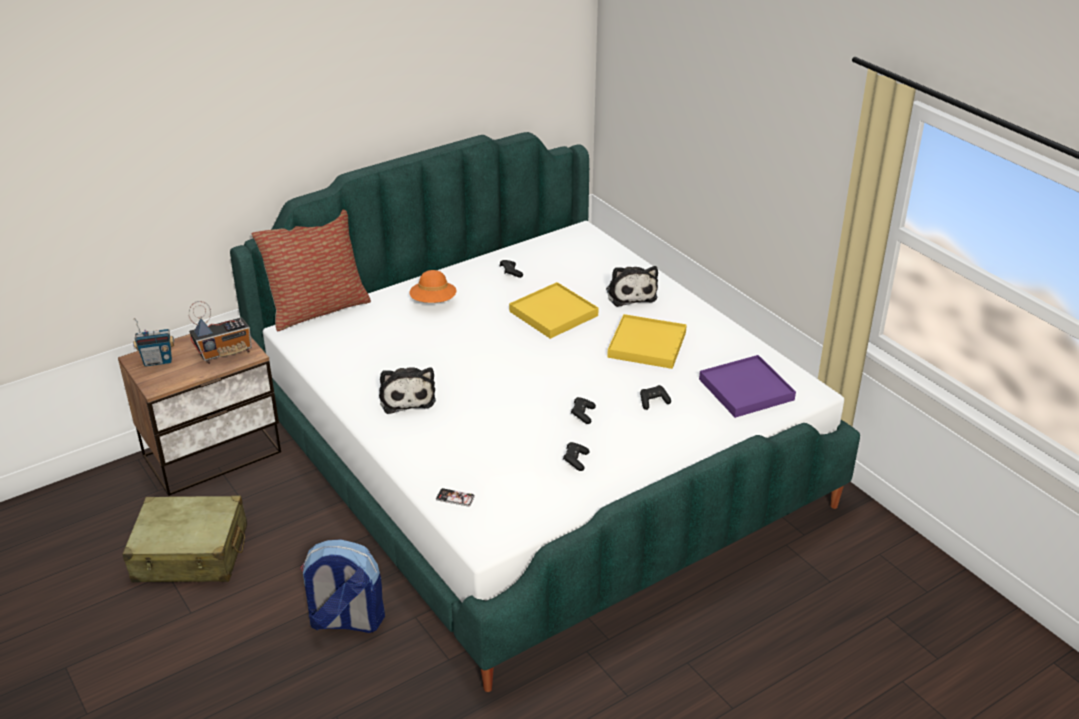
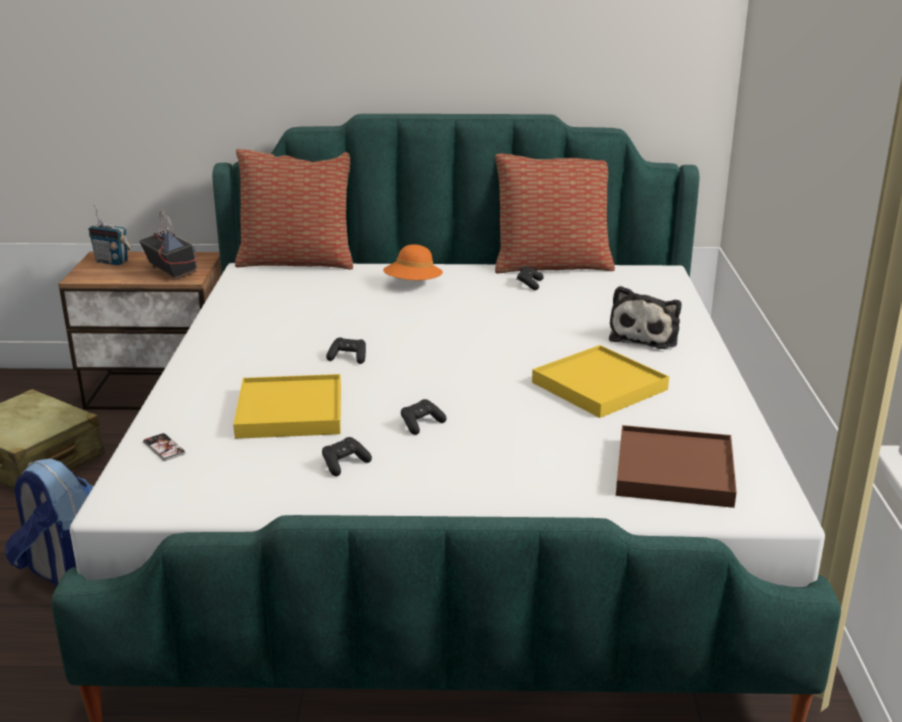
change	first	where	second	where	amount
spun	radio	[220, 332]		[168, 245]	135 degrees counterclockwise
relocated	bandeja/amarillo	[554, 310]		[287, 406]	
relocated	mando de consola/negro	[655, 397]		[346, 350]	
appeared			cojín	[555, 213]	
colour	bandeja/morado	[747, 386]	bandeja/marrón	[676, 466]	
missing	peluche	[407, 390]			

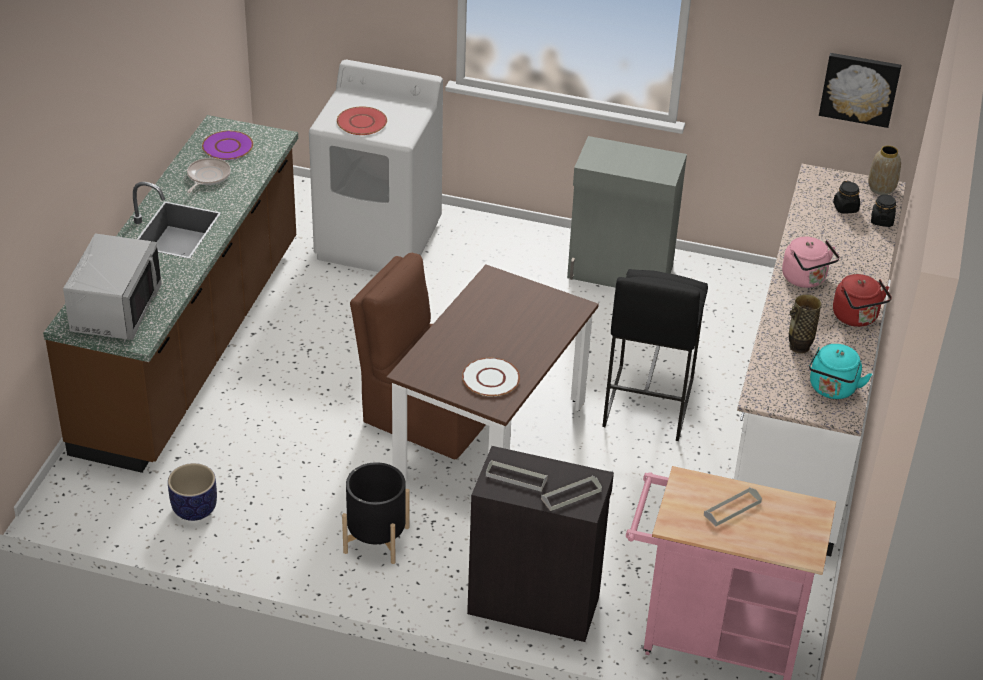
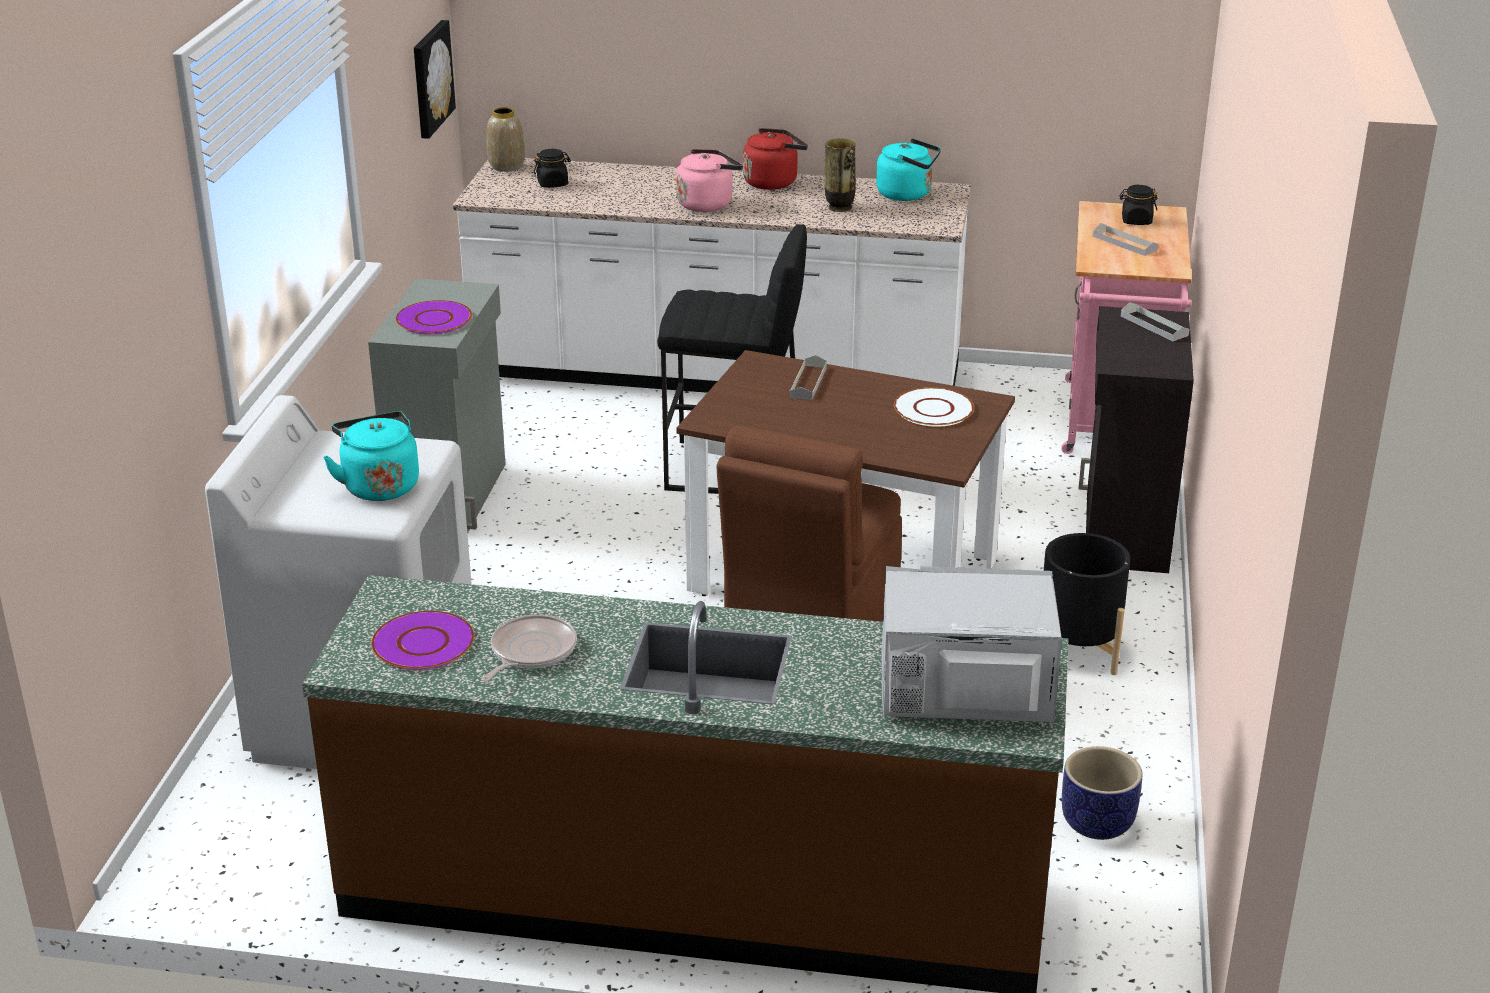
change	first	where	second	where	amount
exchanged	plato/rojo	[362, 120]	hervidor/turquesa	[371, 456]	
appeared			plato/morado	[434, 317]	
spun	sartén	[209, 175]		[529, 648]	105 degrees clockwise
relocated	bandeja/gris	[517, 476]		[808, 377]	
relocated	tarro/negro	[883, 210]		[1138, 205]	

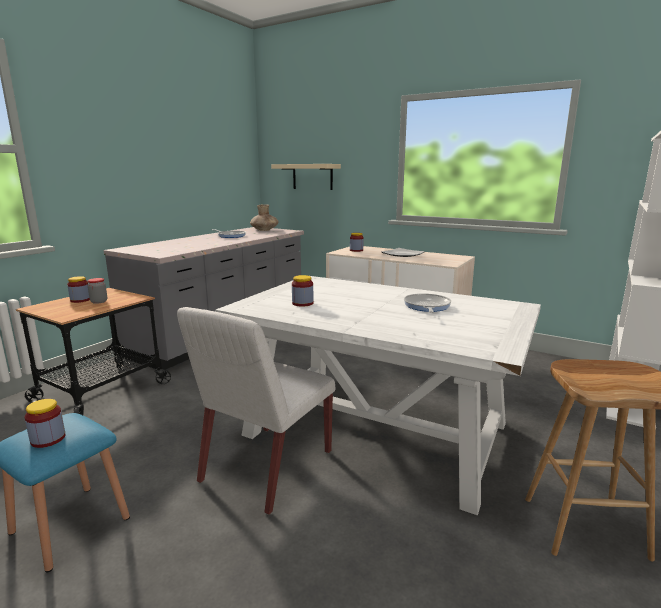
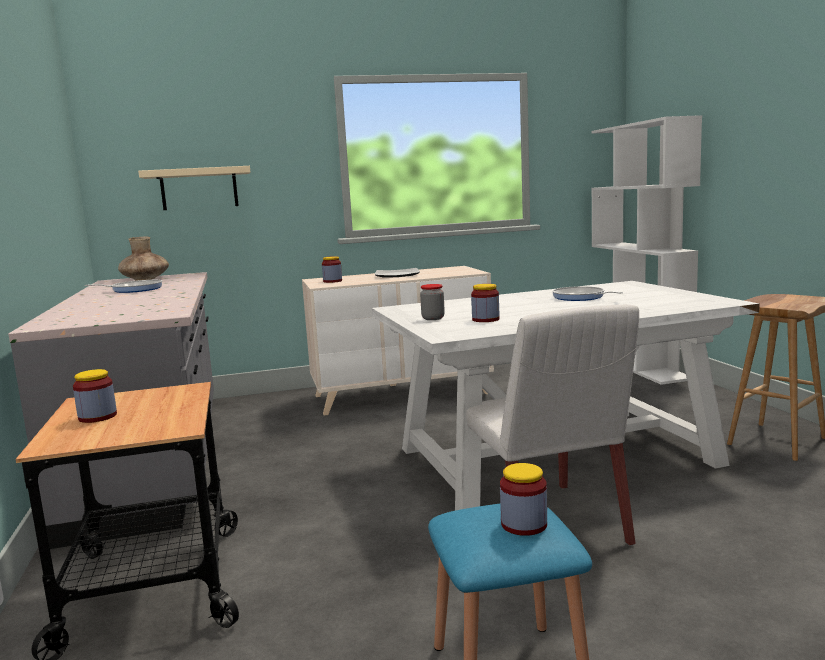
change	first	where	second	where	amount
relocated	tarro	[97, 291]		[432, 302]	

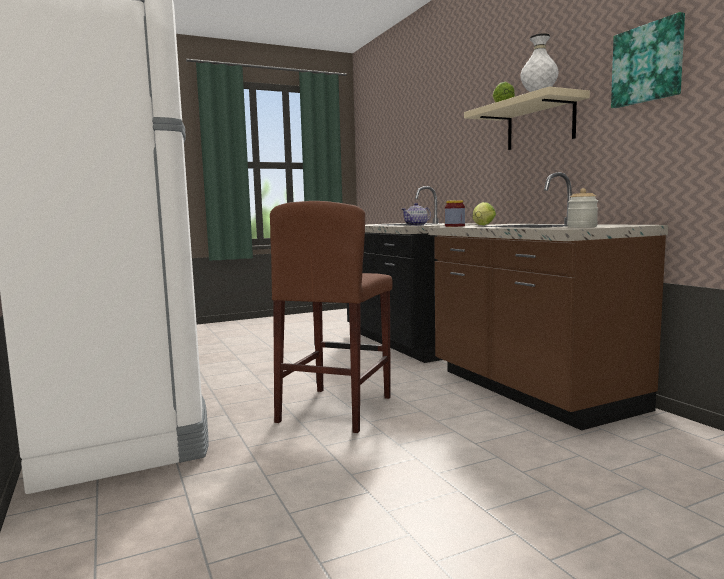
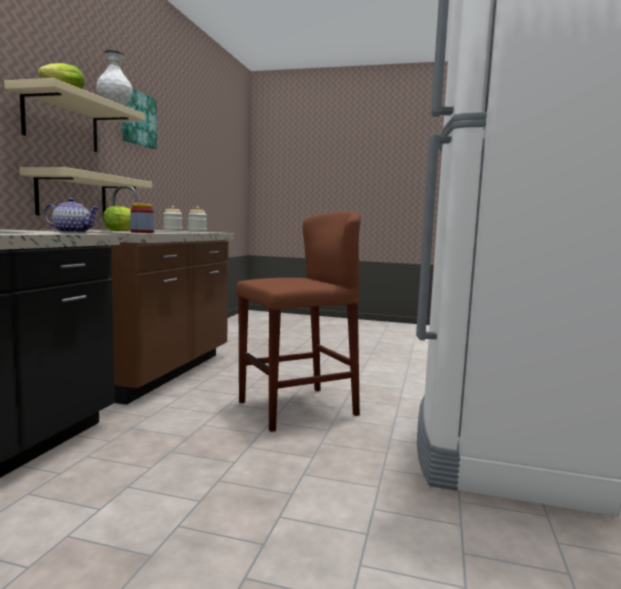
change	first	where	second	where	amount
appeared			estante/beis	[85, 191]	
appeared			tarro	[172, 218]	

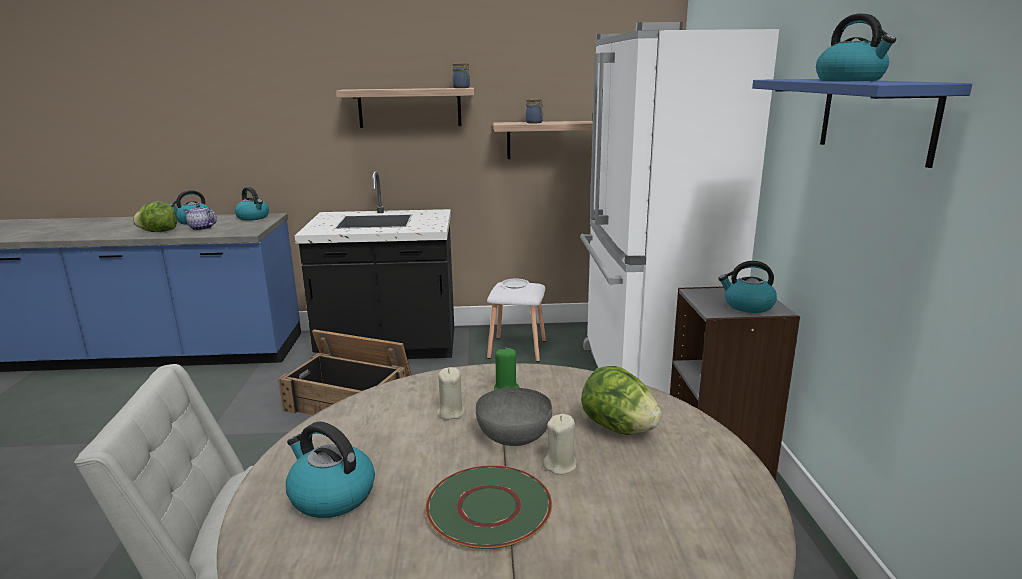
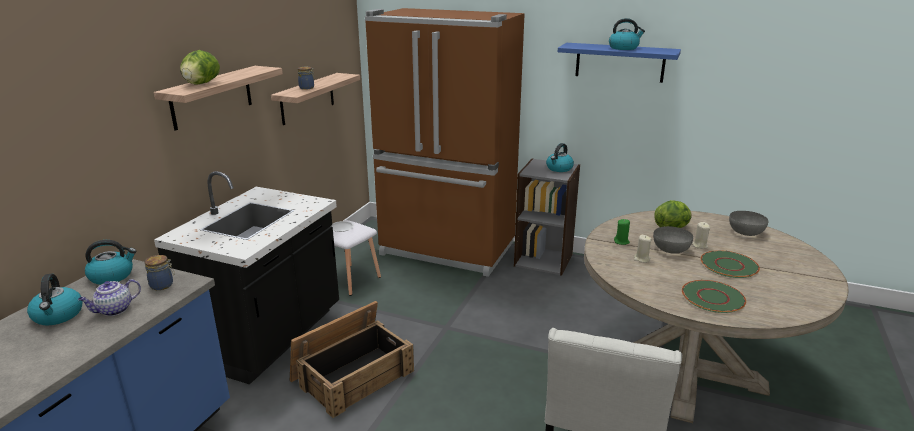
change	first	where	second	where	amount
relocated	tarro	[461, 75]		[159, 272]	
relocated	lechuga	[155, 216]		[200, 67]	
colour	nevera/blanco	[679, 208]	nevera/marrón	[445, 142]	
exchanged	hervidor	[330, 469]	plato/verde	[714, 296]	
appeared			cuenco/gris	[748, 223]	

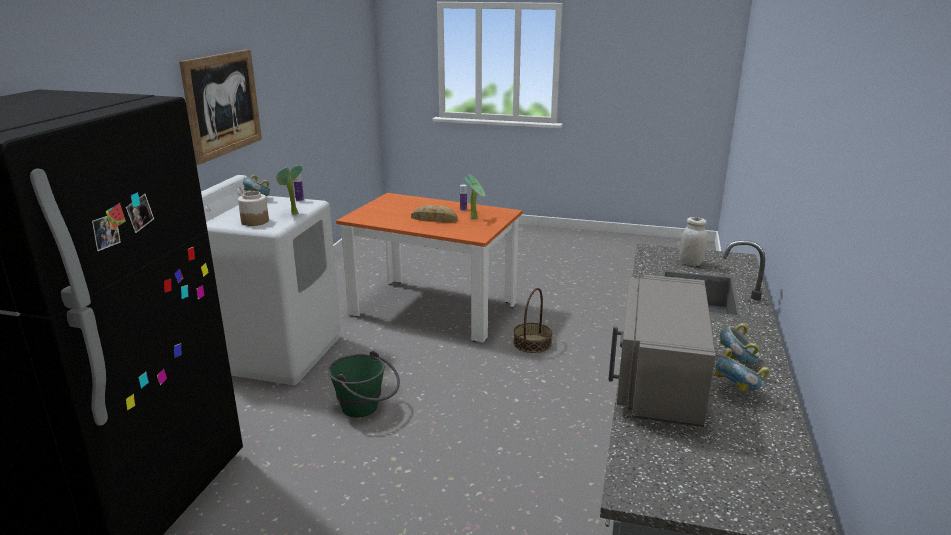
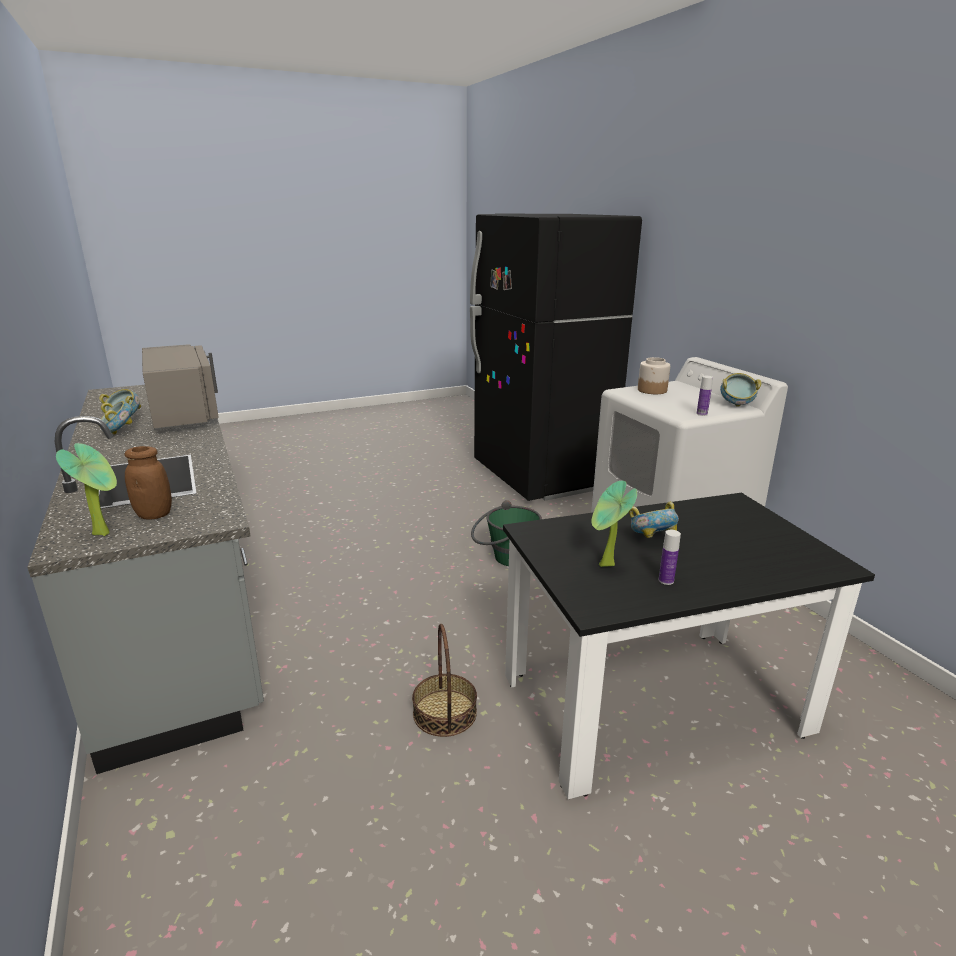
change	first	where	second	where	amount
relocated	planta en maceta	[289, 190]		[86, 489]	
colour	tarro/blanco	[694, 241]	tarro/marrón	[148, 483]	
colour	mesa de comedor/naranja	[429, 267]	mesa de comedor/negro	[689, 646]	
exchanged	pan	[434, 214]	cuenco	[654, 520]	
missing	cuadro	[220, 107]			

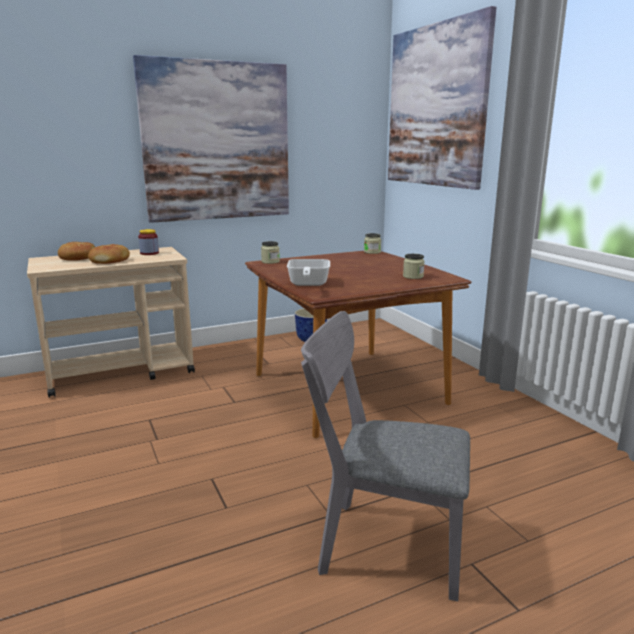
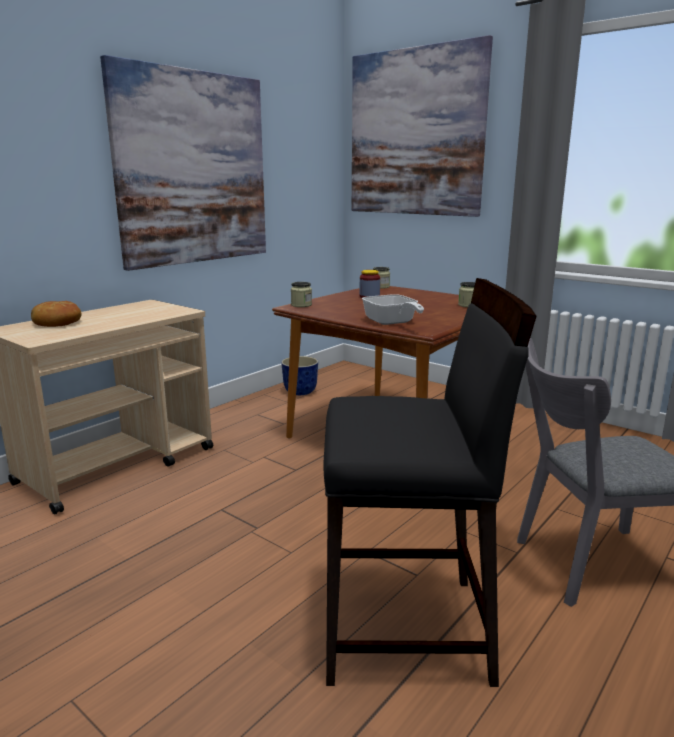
change	first	where	second	where	amount
appeared			taburete/negro	[429, 482]	
relocated	tarro	[148, 242]		[369, 284]	
missing	pan	[109, 254]			

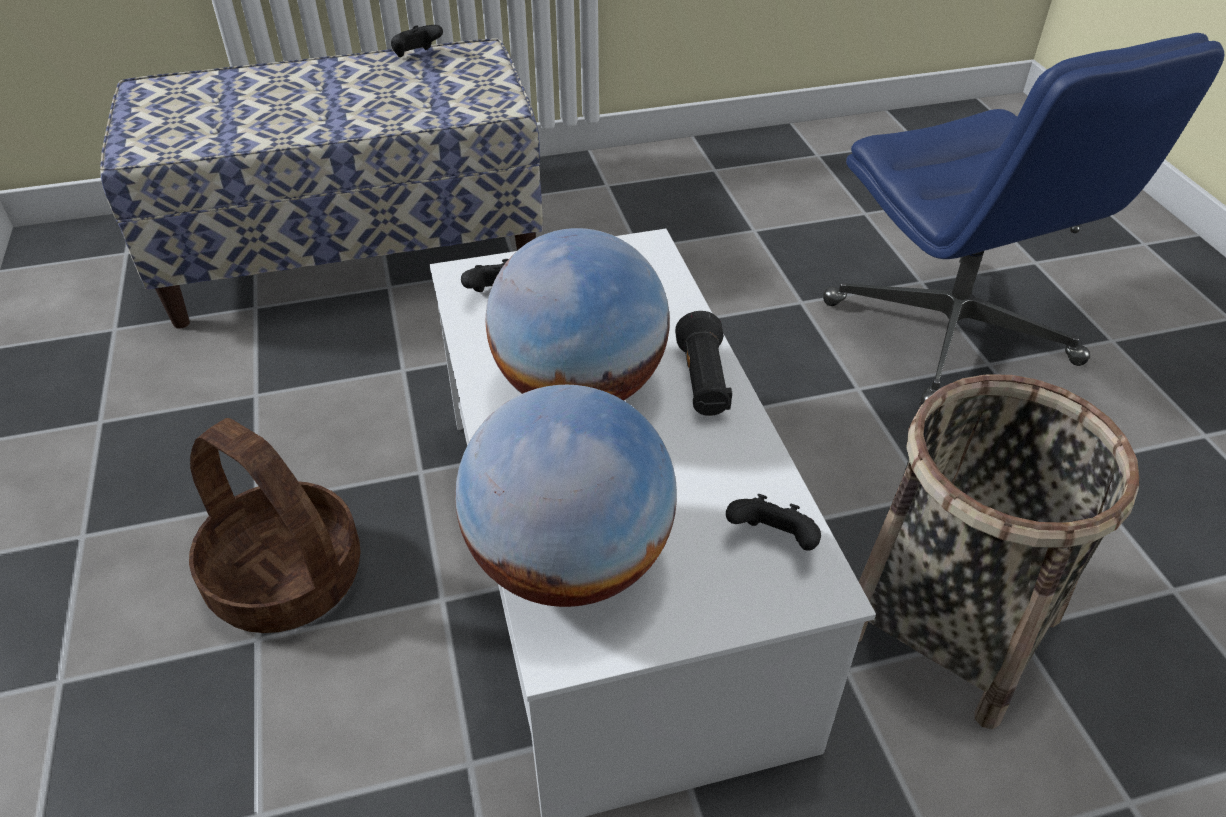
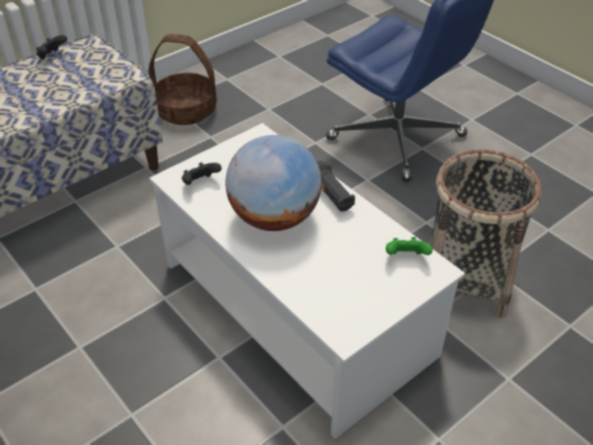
change	first	where	second	where	amount
relocated	cesta	[275, 525]		[182, 79]	
colour	mando de consola/negro	[773, 522]	mando de consola/verde	[409, 246]	
missing	globo terráqueo	[566, 496]			

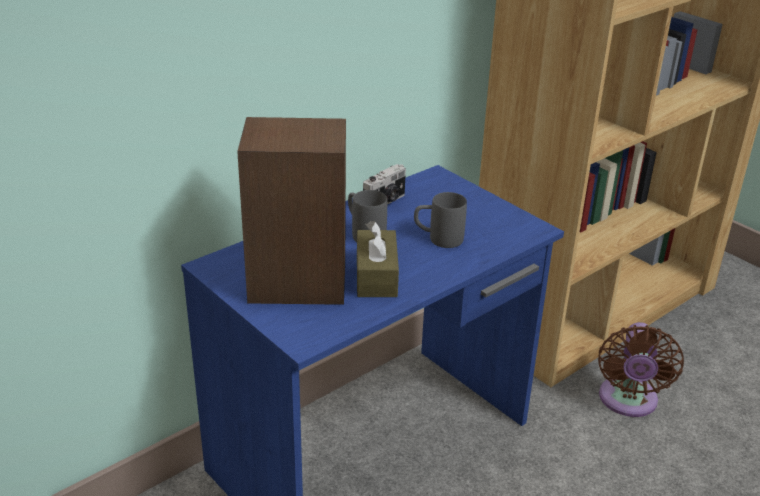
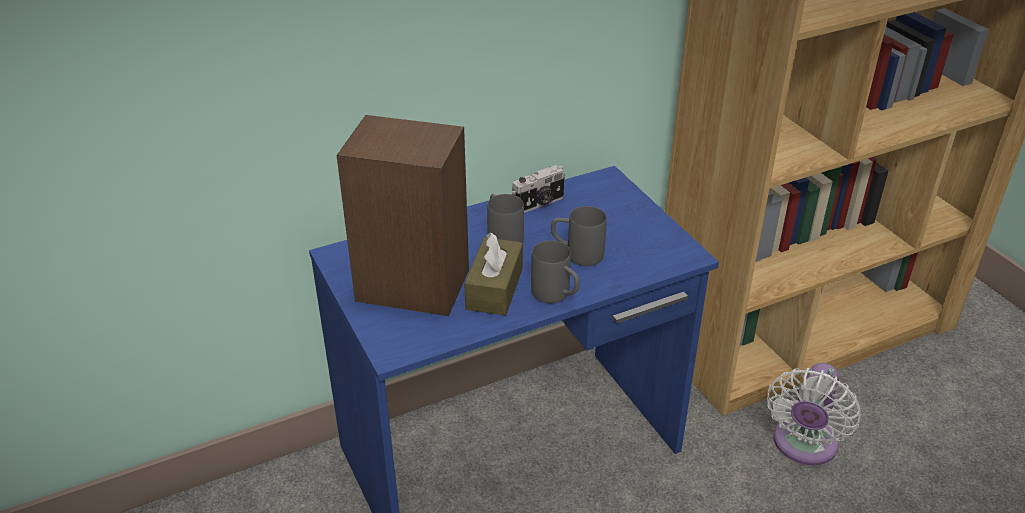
change	first	where	second	where	amount
appeared			taza grande/gris	[555, 271]	
colour	ventilador/marrón	[641, 369]	ventilador/blanco	[814, 414]	

